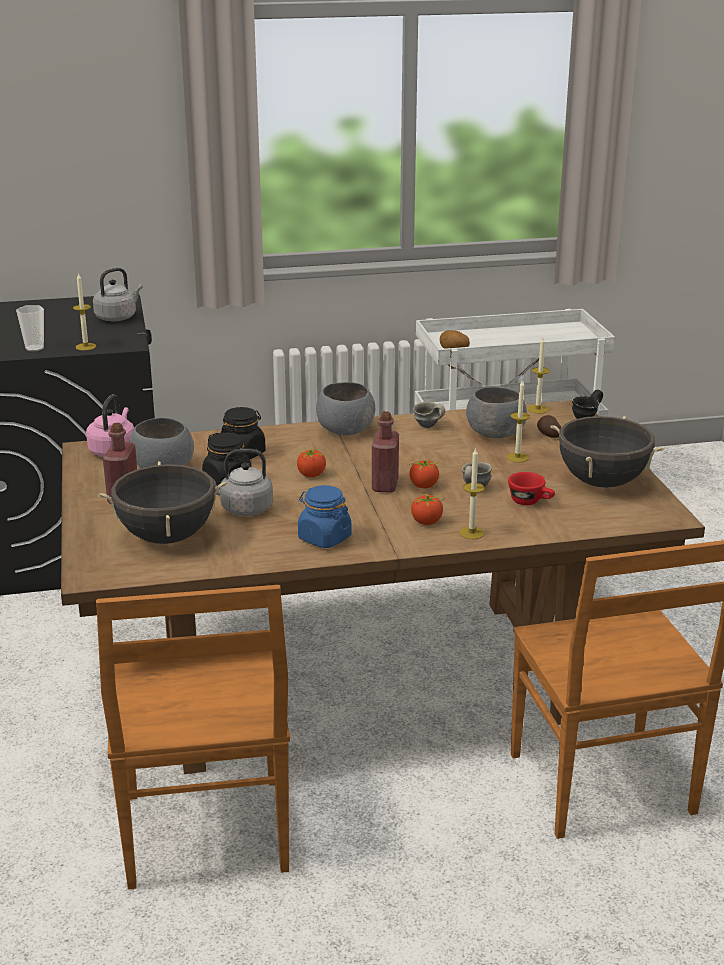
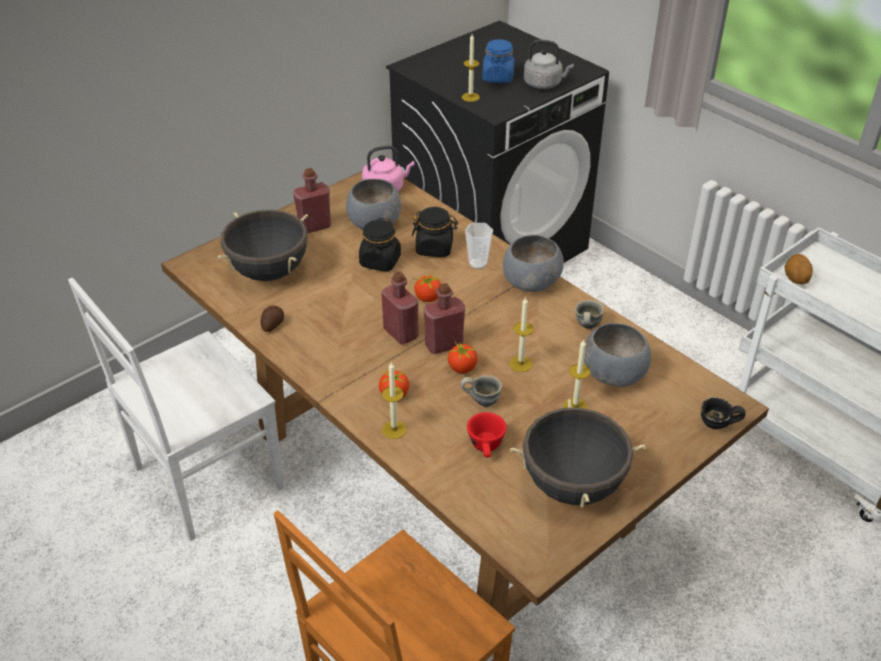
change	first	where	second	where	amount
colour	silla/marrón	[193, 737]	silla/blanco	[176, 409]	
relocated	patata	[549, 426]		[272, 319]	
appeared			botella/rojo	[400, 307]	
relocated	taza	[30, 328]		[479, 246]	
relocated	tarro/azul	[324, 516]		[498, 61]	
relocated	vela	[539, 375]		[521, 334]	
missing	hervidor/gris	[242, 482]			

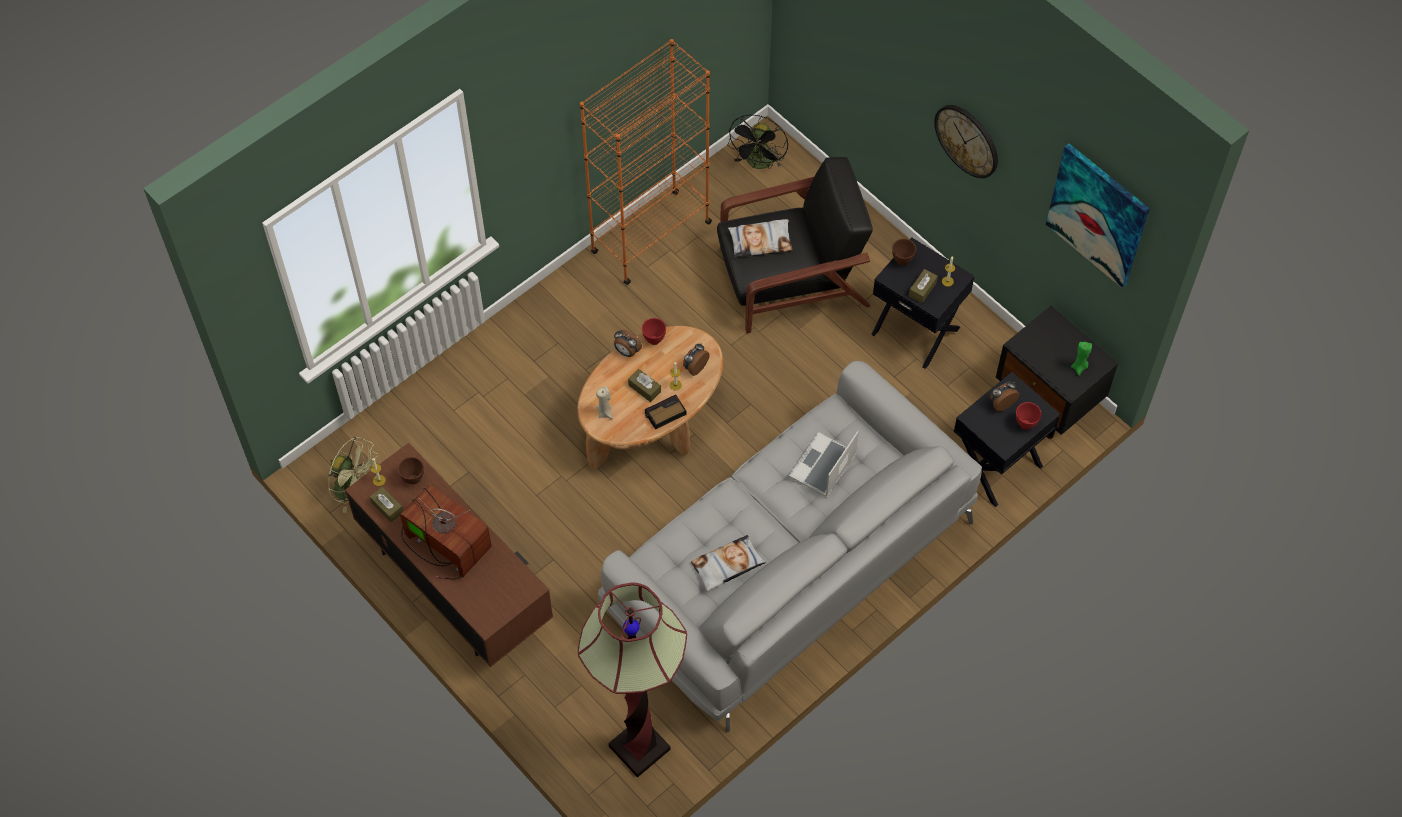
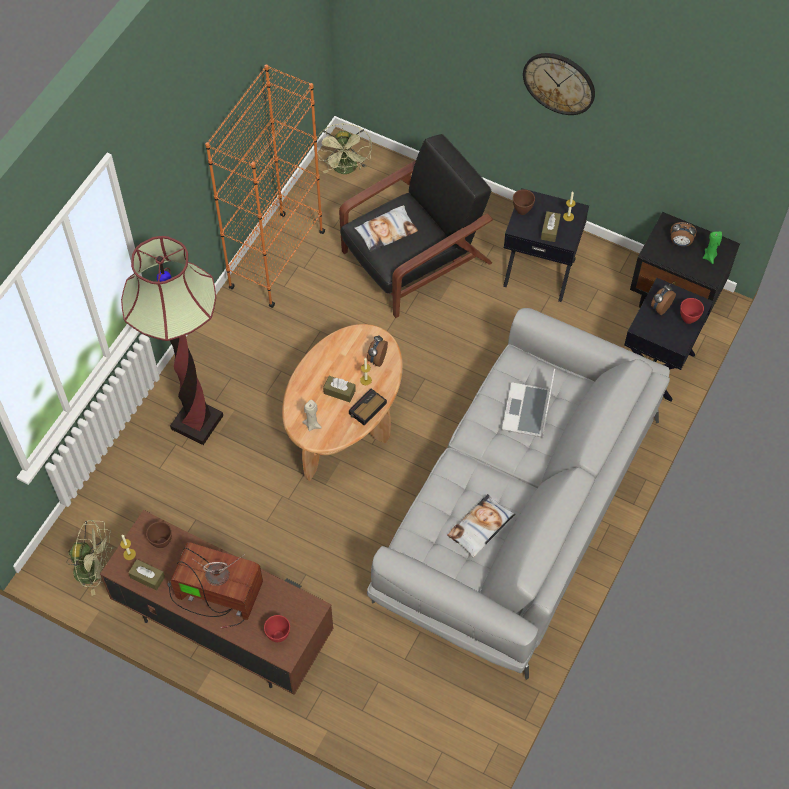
change	first	where	second	where	amount
relocated	lámpara de pie	[632, 679]		[172, 340]	
relocated	cuenco/rojo	[654, 331]		[277, 628]	
colour	ventilador/negro	[757, 142]	ventilador/verde	[344, 149]	
relocated	despertador	[628, 343]		[683, 234]	
missing	cuadro	[1098, 215]			

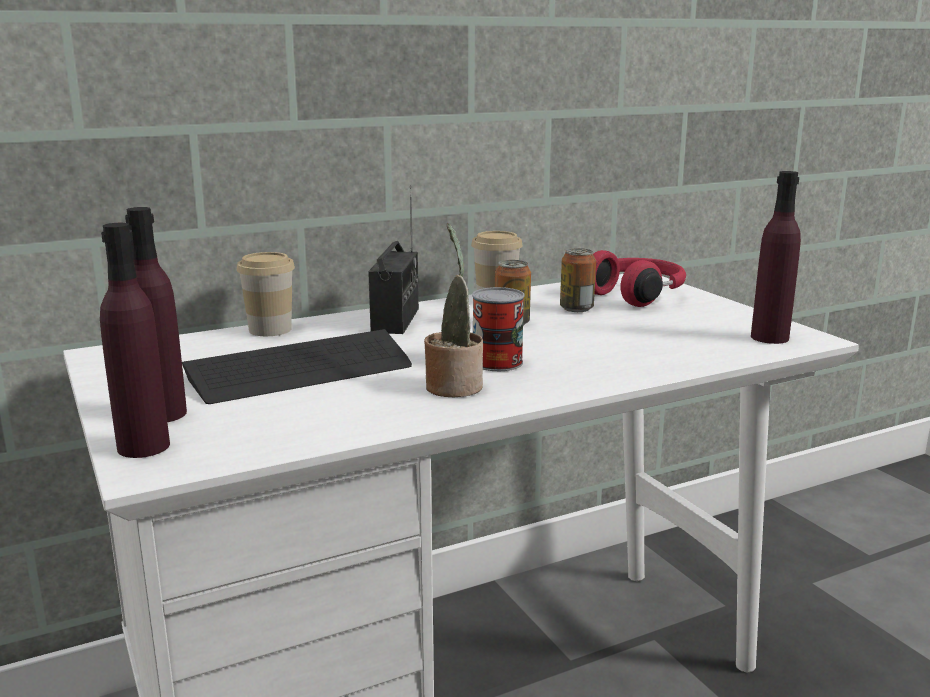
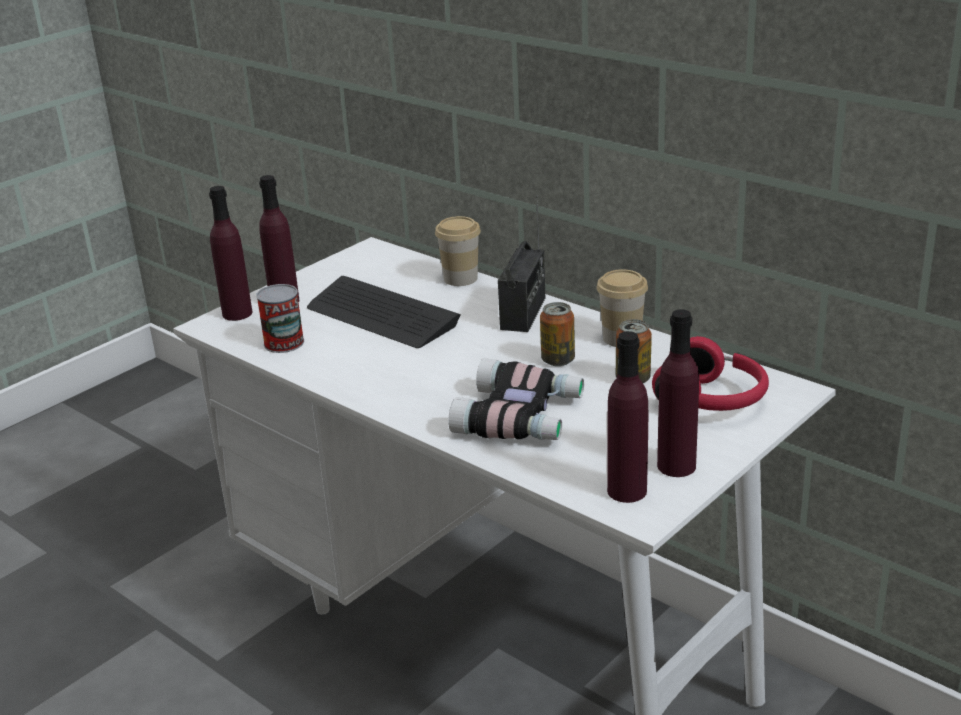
change	first	where	second	where	amount
relocated	lata	[498, 329]		[280, 318]	
appeared			prismáticos	[516, 399]	
spun	radio	[393, 259]		[521, 263]	60 degrees counterclockwise
appeared			botella/morado	[678, 393]	
missing	planta en maceta	[453, 310]			

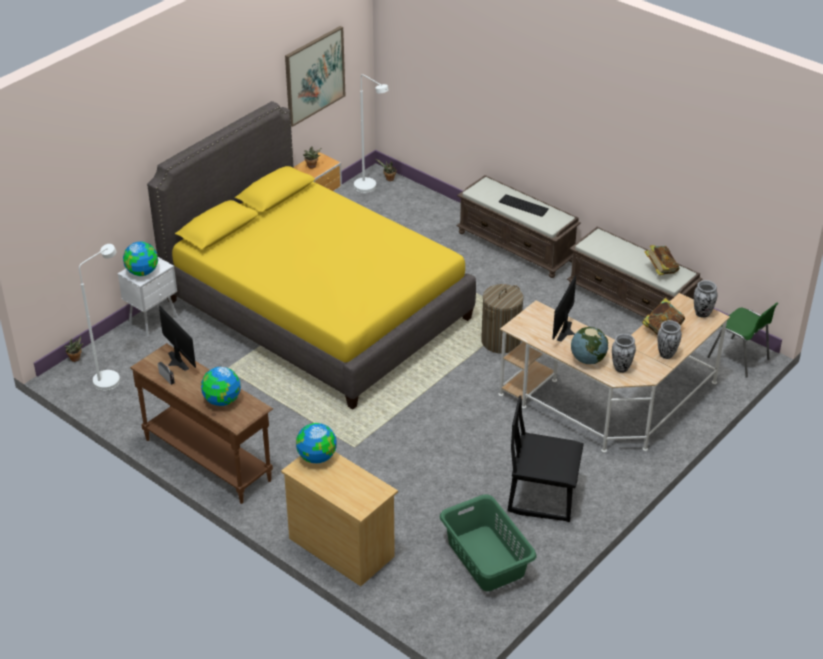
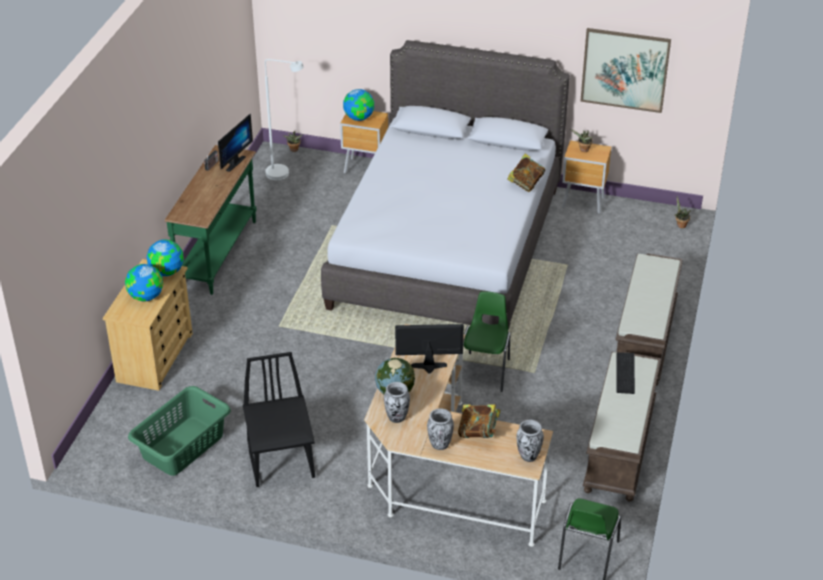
change	first	where	second	where	amount
relocated	globo terráqueo	[221, 386]		[144, 282]	
colour	mesa consola/marrón	[201, 423]	mesa consola/verde	[211, 220]	
colour	cama/amarillo	[311, 255]	cama/gris	[445, 185]	
colour	mesita de noche/blanco	[148, 297]	mesita de noche/marrón	[364, 142]	
exchanged	cesto de la ropa	[502, 318]	silla/verde	[486, 341]	
relocated	libro	[662, 260]		[526, 173]	
relocated	teclado	[524, 205]		[625, 373]	
missing	lámpara de pie/blanco	[371, 133]			

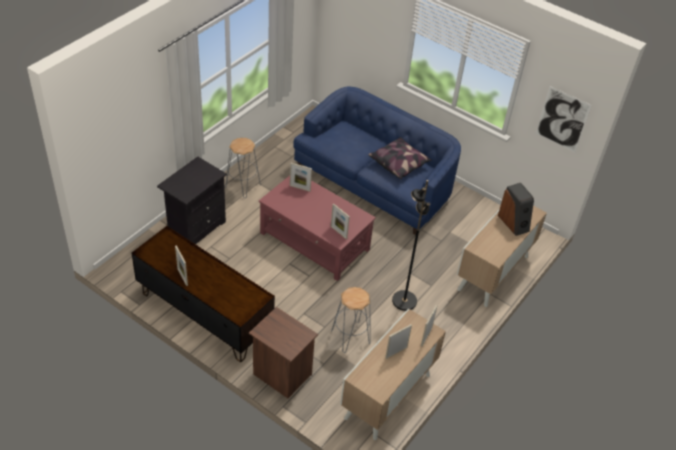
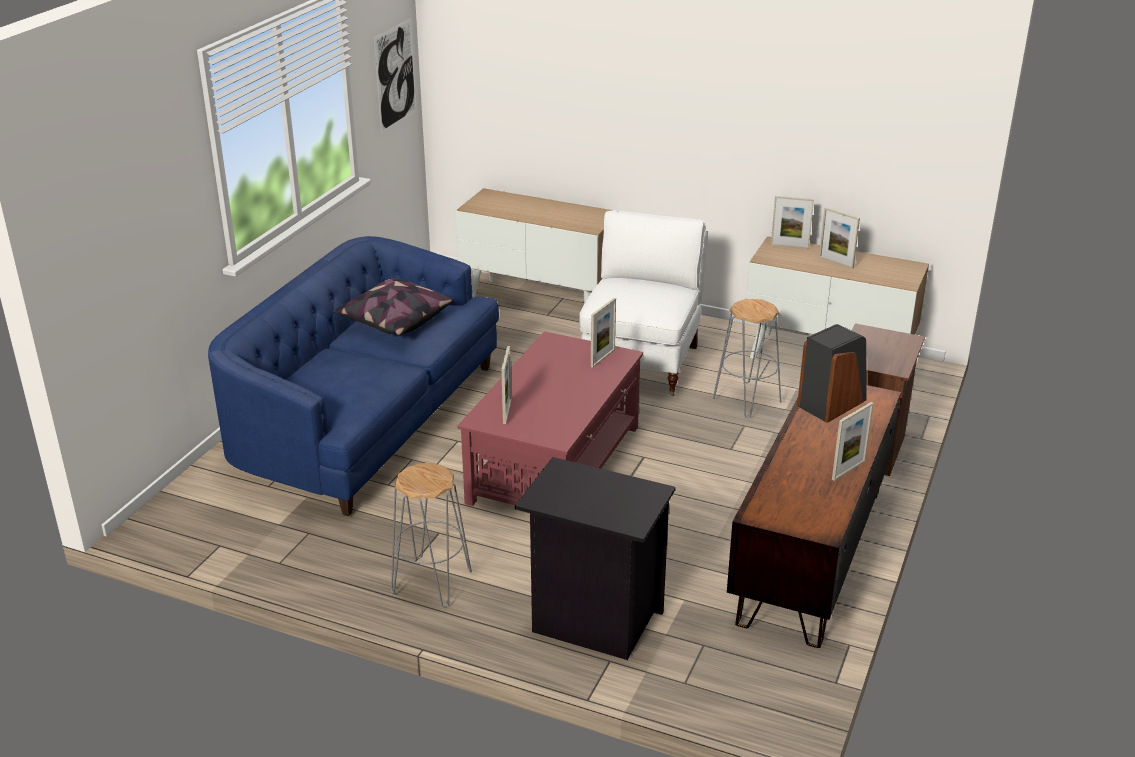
change	first	where	second	where	amount
exchanged	lámpara de pie/negro	[411, 245]	sillón/blanco	[643, 303]	
relocated	altavoz	[516, 209]		[832, 373]	

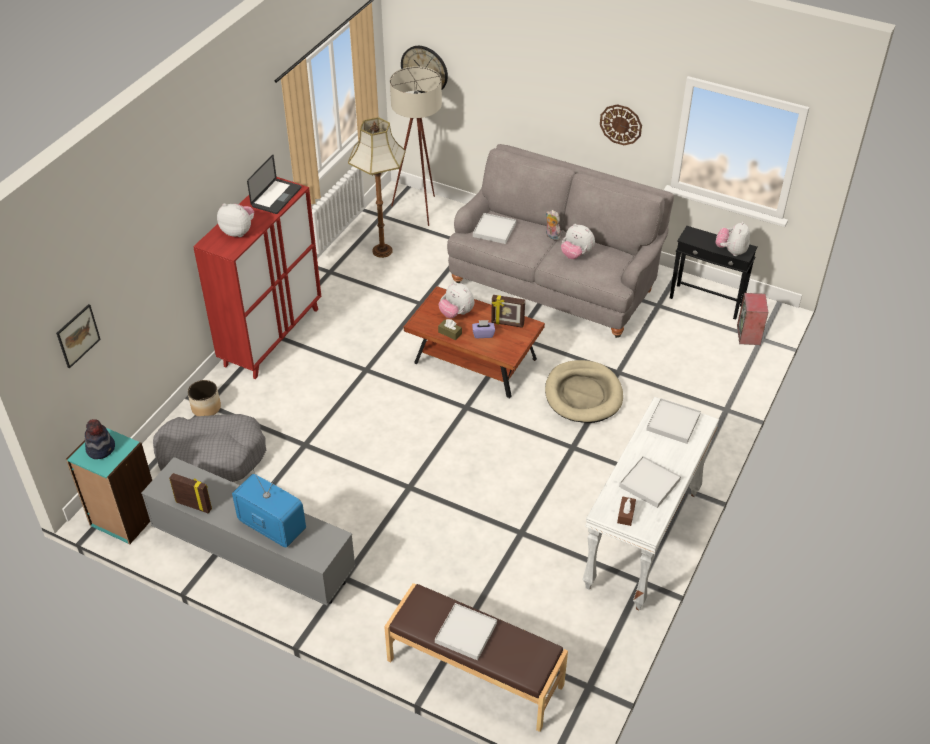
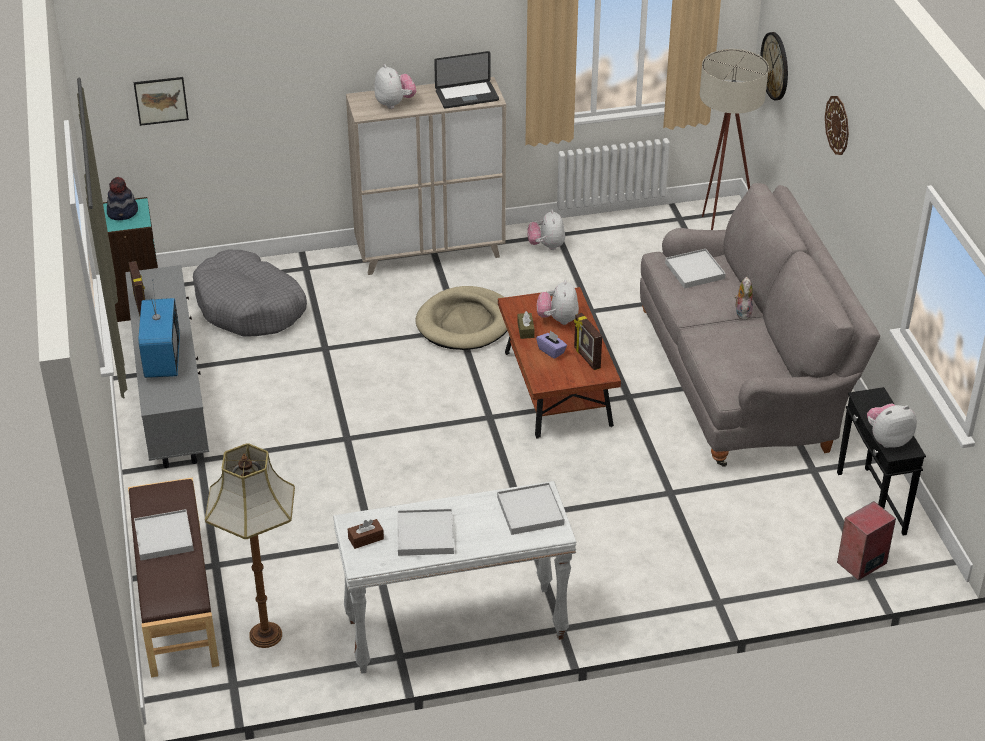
change	first	where	second	where	amount
relocated	lámpara de pie	[377, 187]		[250, 545]	
colour	armario/rojo	[257, 278]	armario/beis	[426, 176]	
relocated	cama para perro/beis	[584, 391]		[461, 318]	
relocated	peluche	[578, 241]		[546, 230]	
relocated	reloj de pared	[621, 124]		[837, 125]	
missing	maceta	[204, 398]			

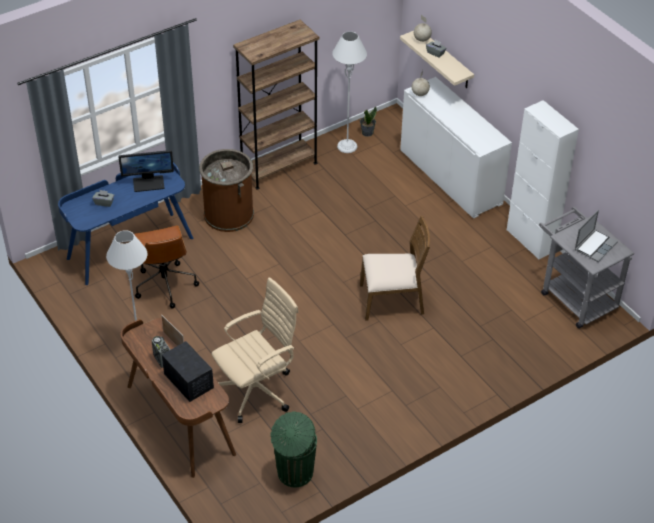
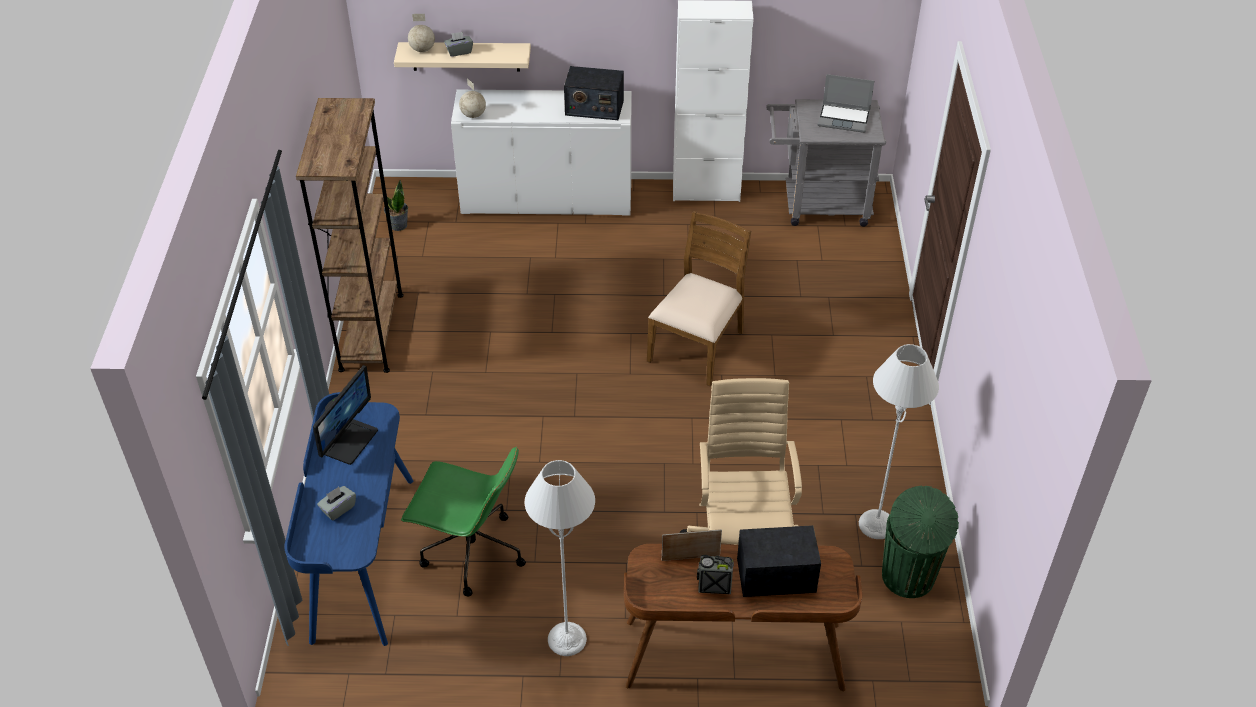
change	first	where	second	where	amount
colour	silla de oficina/marrón	[166, 267]	silla de oficina/verde	[463, 521]	
appeared			radio	[594, 93]	
spun	portátil	[596, 236]		[846, 103]	120 degrees clockwise
relocated	lámpara de pie/gris	[349, 92]		[899, 441]	
missing	papelera/marrón	[226, 190]			

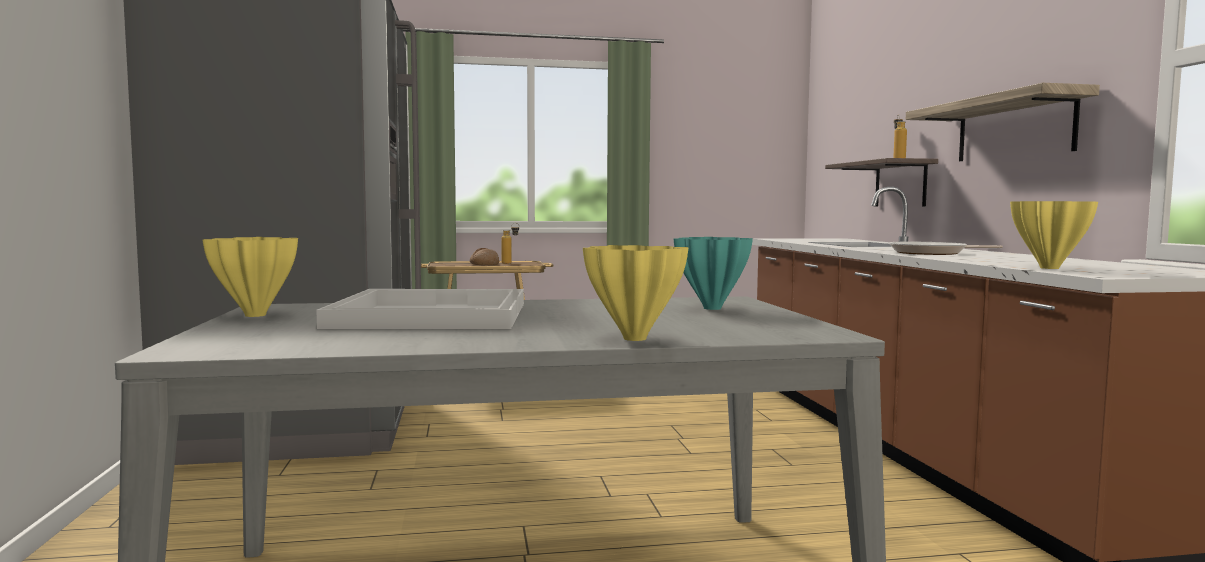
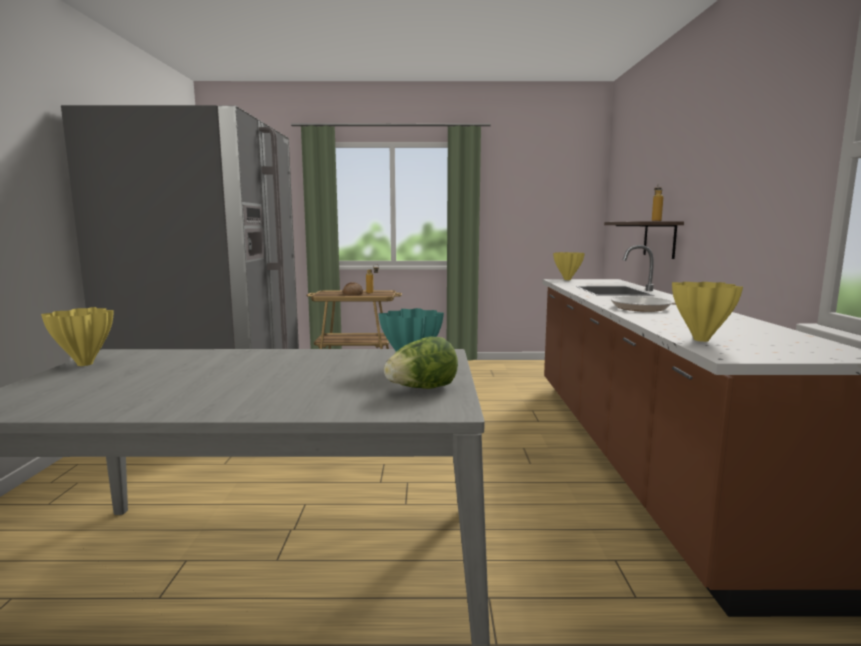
change	first	where	second	where	amount
appeared			lechuga	[421, 362]	
relocated	florero/amarillo	[636, 293]		[569, 266]	
missing	bandeja/blanco	[420, 309]			
missing	estante	[1003, 122]			

